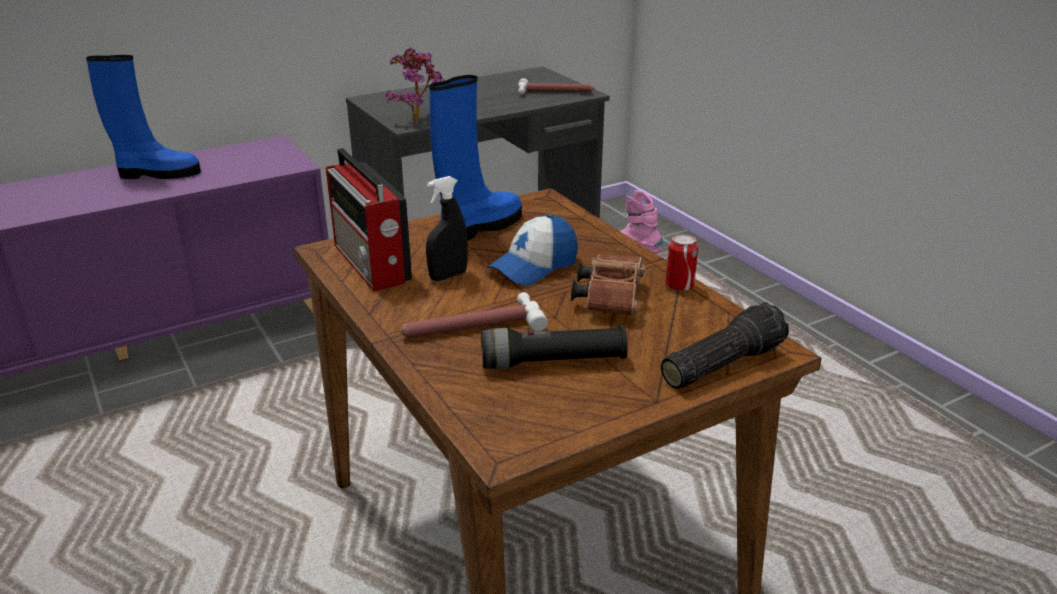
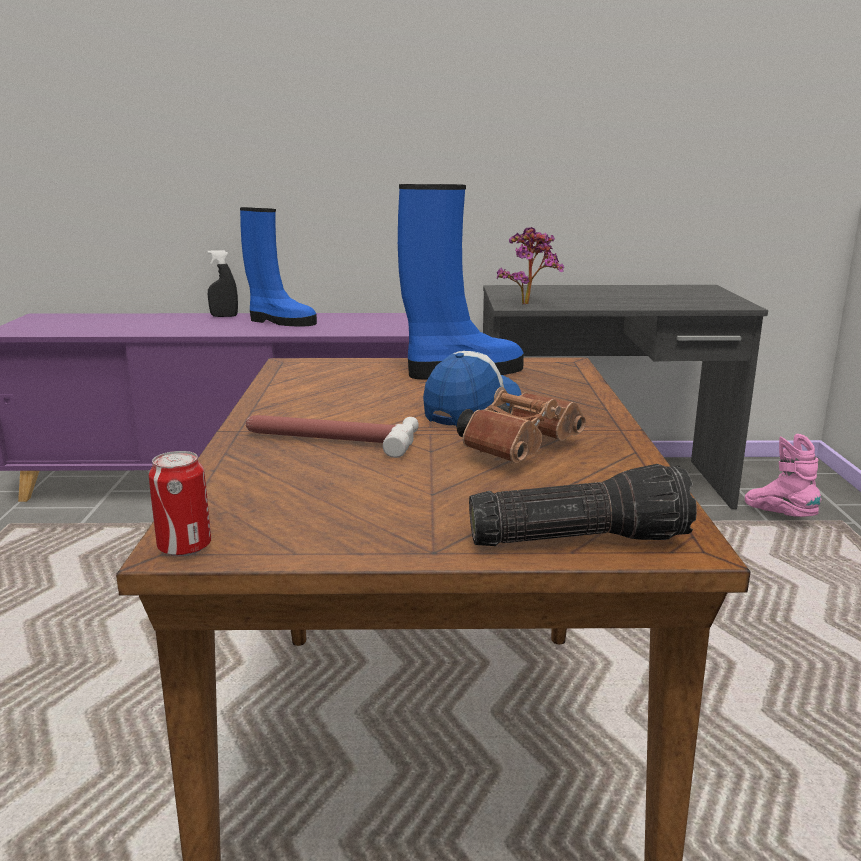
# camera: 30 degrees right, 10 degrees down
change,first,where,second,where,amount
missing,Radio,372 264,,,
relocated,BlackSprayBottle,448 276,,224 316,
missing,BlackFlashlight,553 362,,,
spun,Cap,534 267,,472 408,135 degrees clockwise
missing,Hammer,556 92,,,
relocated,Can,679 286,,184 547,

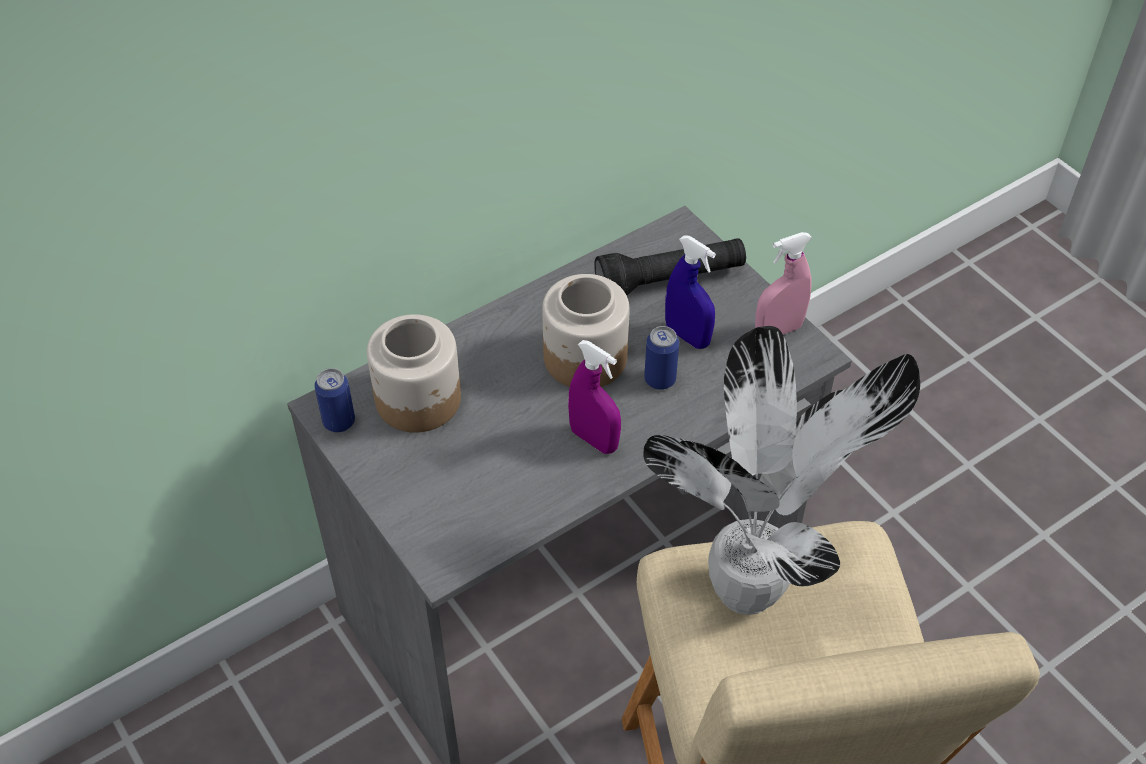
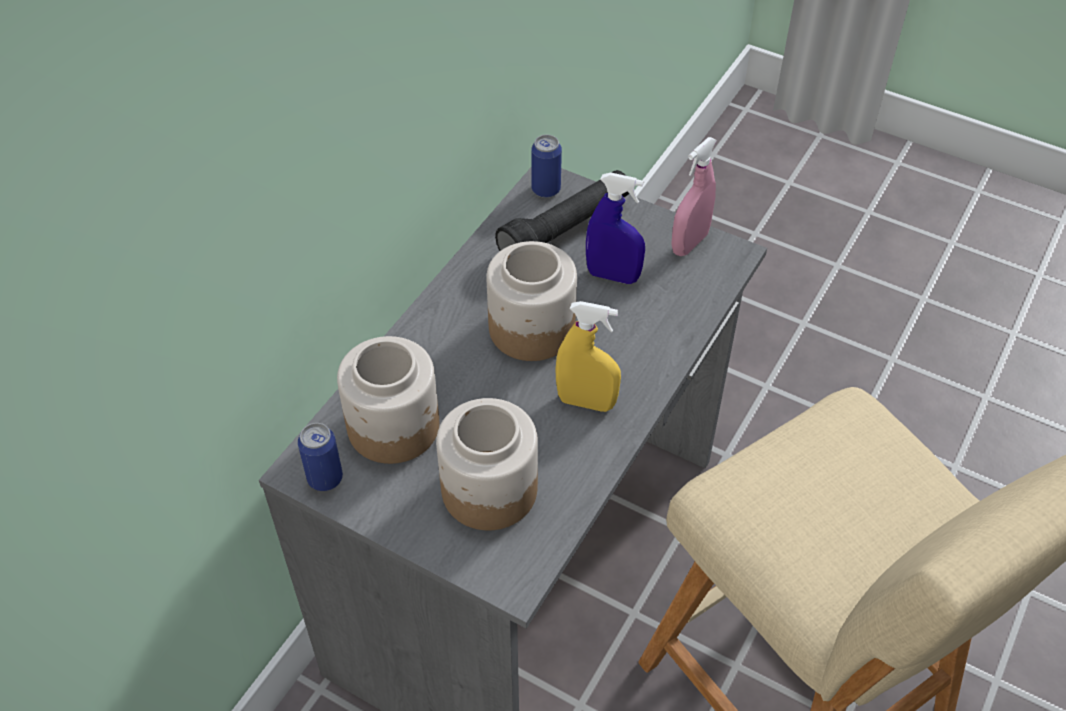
# camera: 25 degrees left, 0 degrees up
change,first,where,second,where,amount
colour,PurpleSprayBottle,594 439,YellowSprayBottle,586 402,
missing,PottedPlant,753 592,,,
relocated,Can,660 379,,546 189,
appeared,,,Jar,488 489,

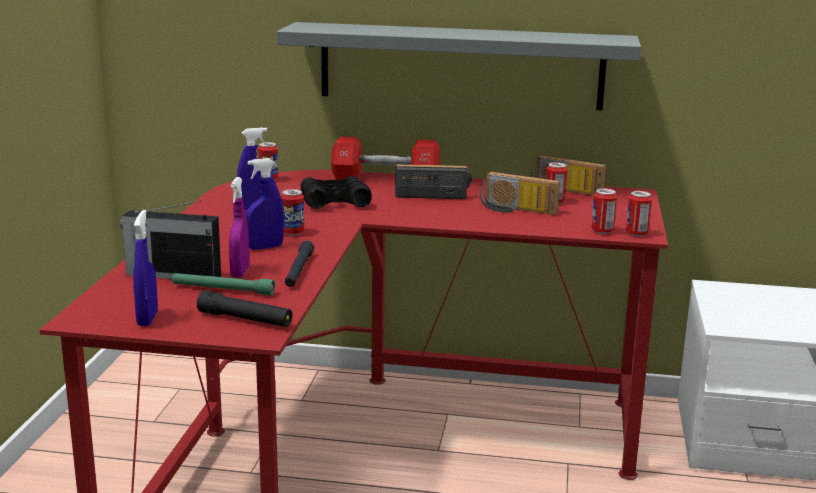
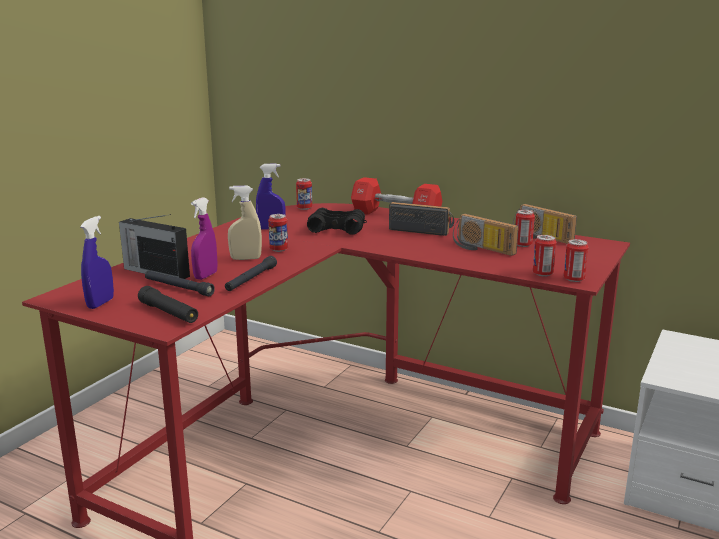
# camera: 20 degrees right, 0 degrees up
change,first,where,second,where,amount
colour,GreenFlashlight,223 290,BlackFlashlight,178 288,
colour,BlueSprayBottle,265 247,BeigeSprayBottle,245 258,
missing,GreyShelf,460 66,,,

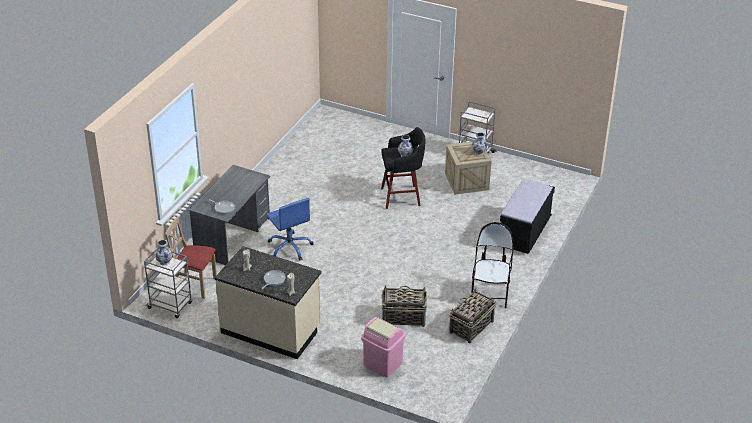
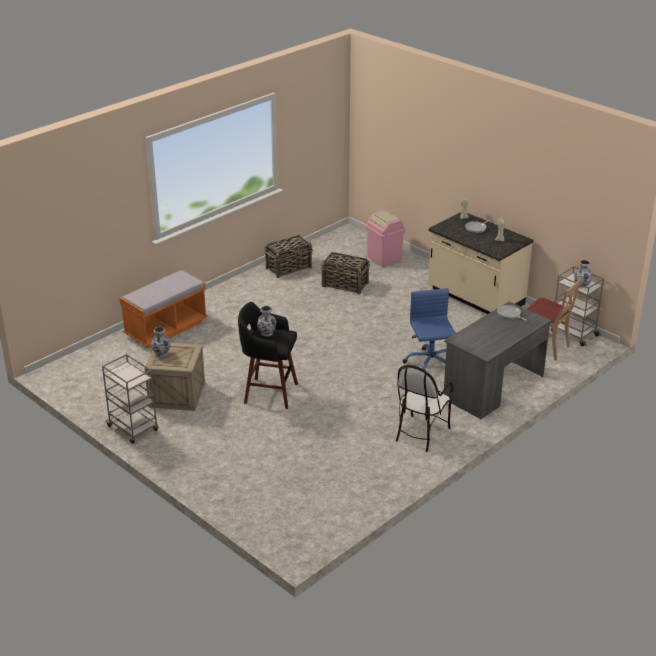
# camera: 160 degrees left, 5 degrees down
change,first,where,second,where,amount
relocated,Chair,490 294,,421 433,
colour,BlackBench,524 233,OrangeBench,166 329,

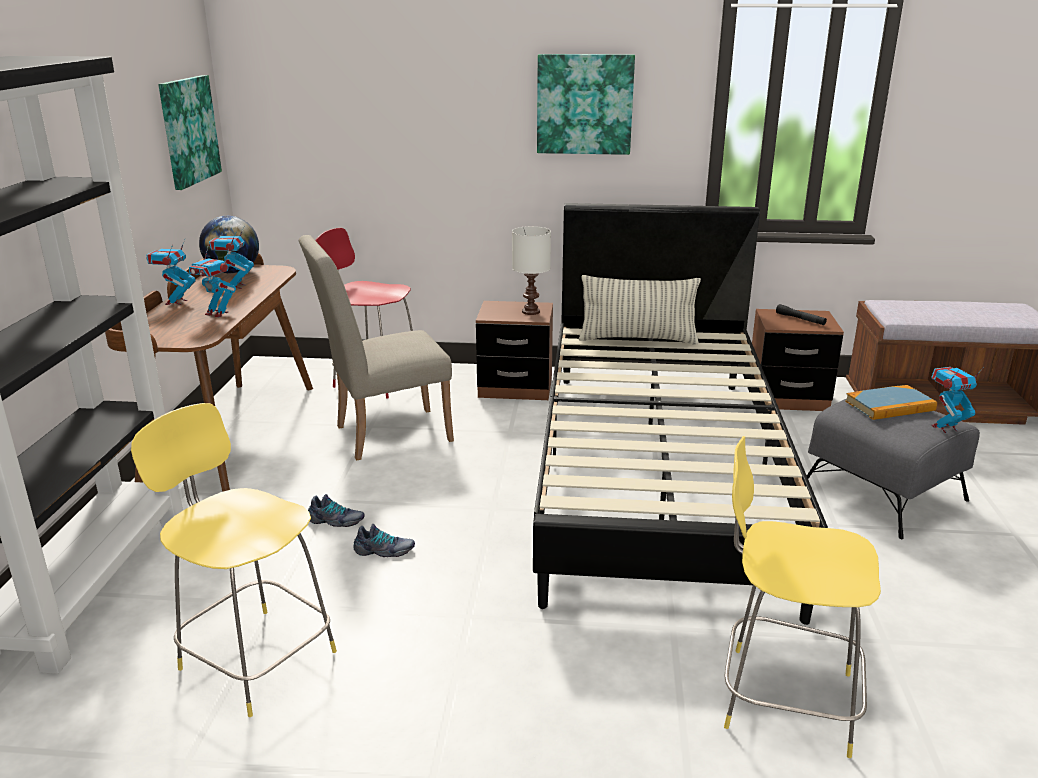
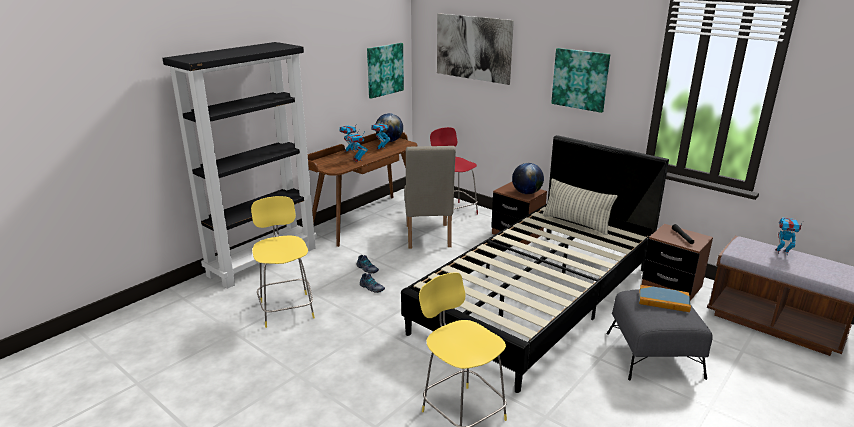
# camera: 35 degrees right, 0 degrees up
change,first,where,second,where,amount
spun,BeigeChair,384 434,,427 238,105 degrees counterclockwise
exchanged,WhiteTableLamp,530 312,Globe,526 193,
relocated,ToyRobot,945 428,,782 252,
appeared,,,Picture,473 48,

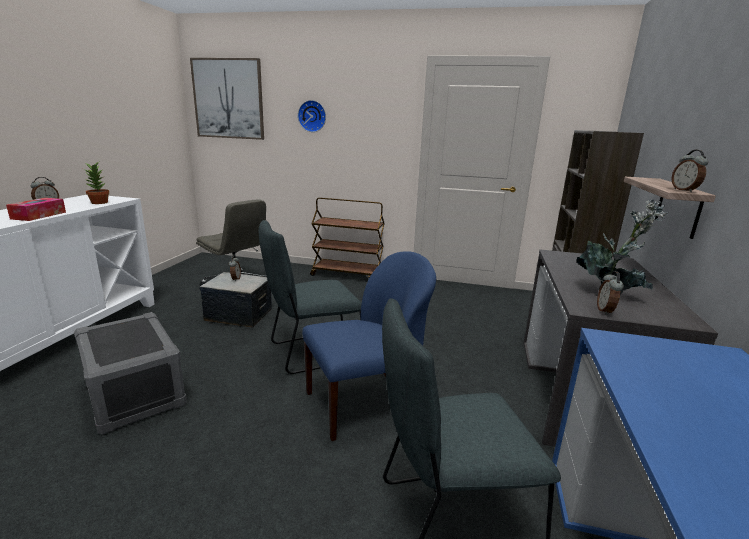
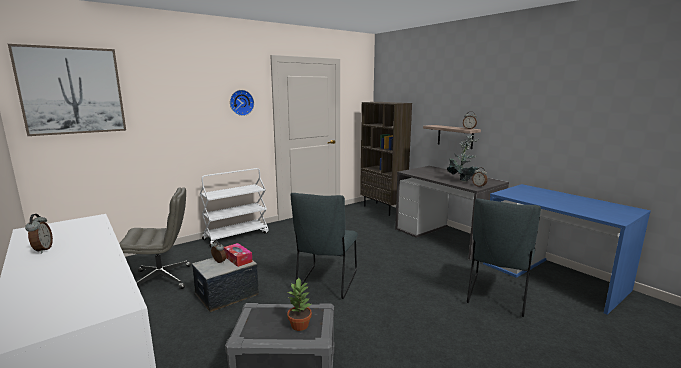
# camera: 50 degrees left, 5 degrees down
change,first,where,second,where,amount
relocated,TissueBox,39 215,,238 259,
relocated,PottedPlant,100 202,,300 325,
relocated,WallClock,312 116,,241 102,
missing,BlueChair,364 403,,,
colour,BrownCart,347 275,WhiteCart,236 236,

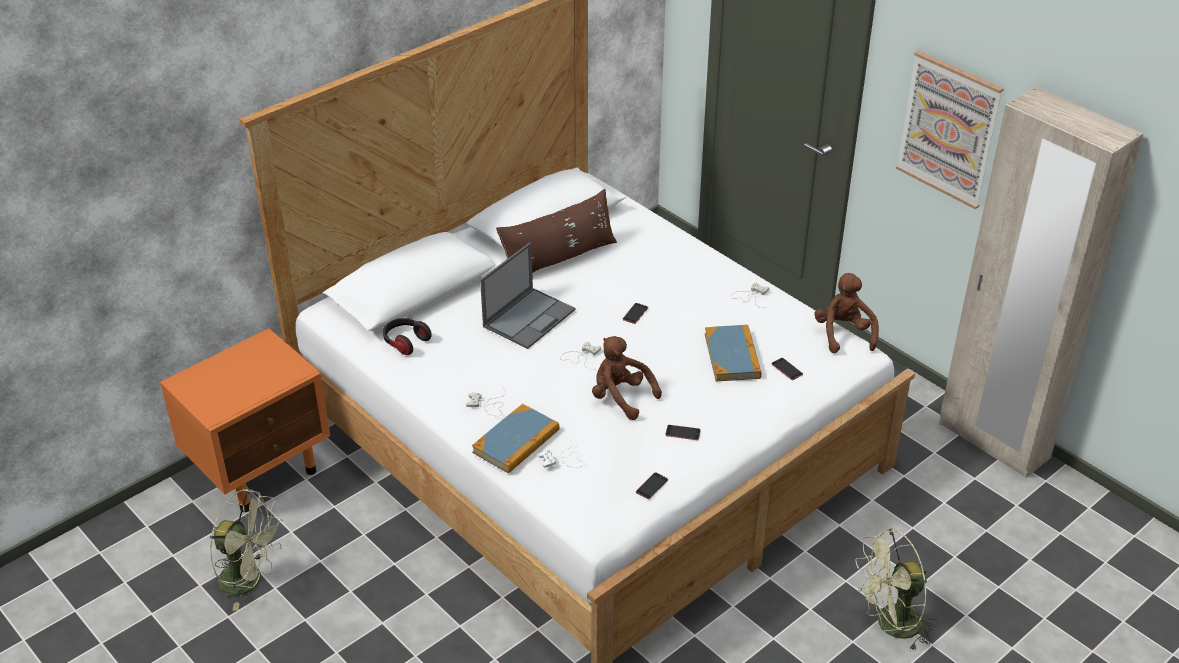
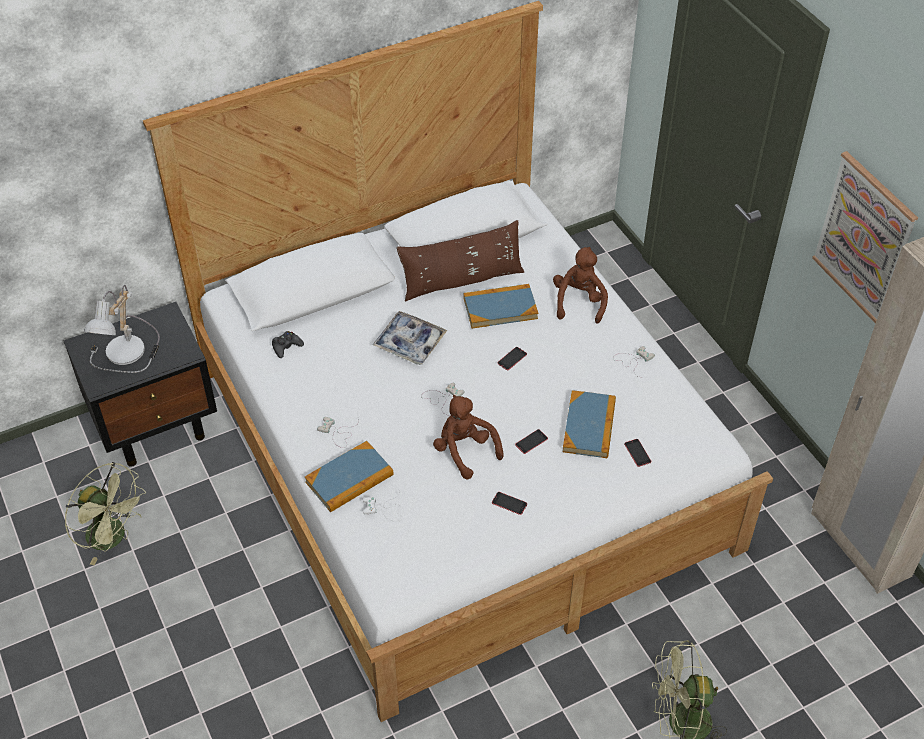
# camera: 15 degrees right, 10 degrees up
change,first,where,second,where,amount
colour,OrangeNightstand,261 469,BlackNightstand,157 425,
exchanged,Headphones,405 342,BlackGameController,286 347,
exchanged,Laptop,529 317,Tray,410 343,
relocated,Phone,652 486,,531 441,
relocated,BrownPlushToy,843 334,,579 301,
appeared,,,TableLamp,128 353,
appeared,,,Book,500 308,

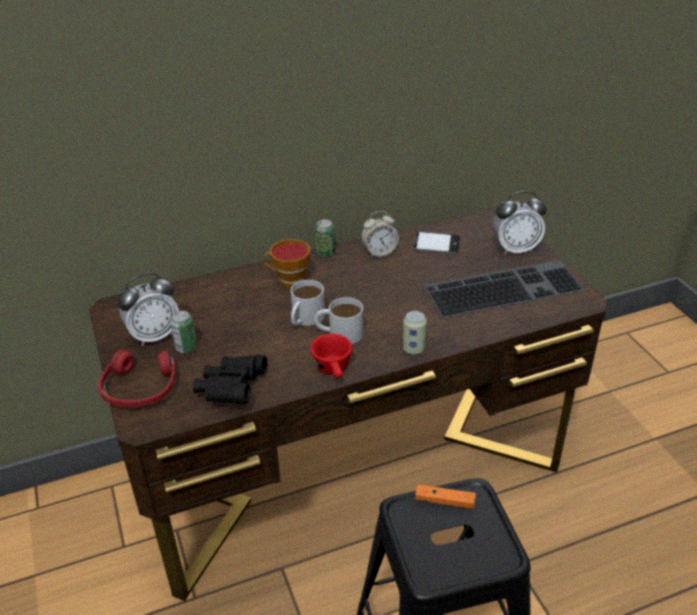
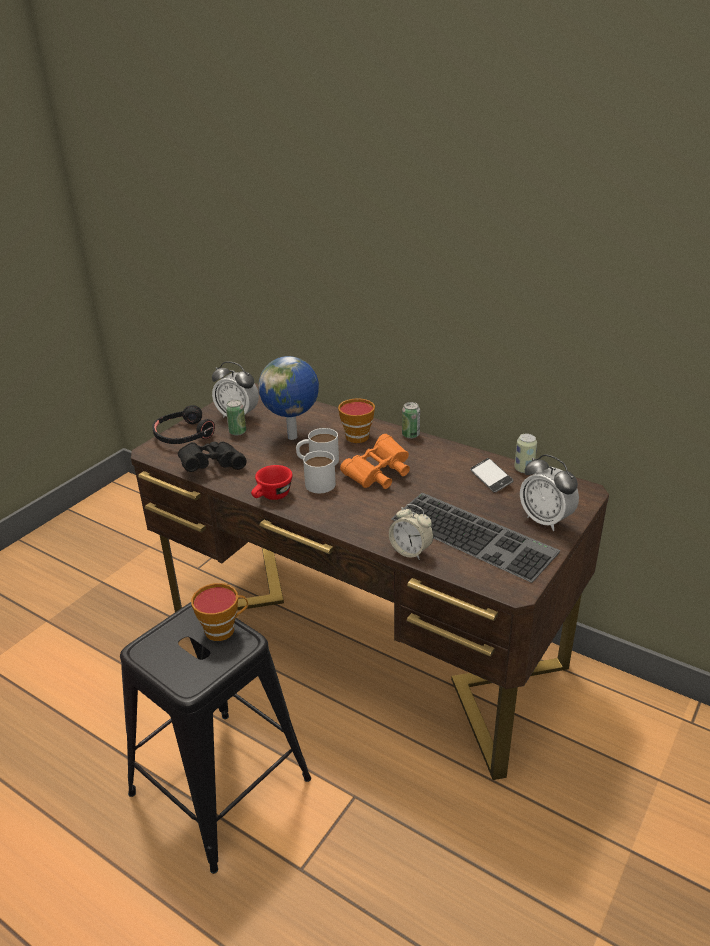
# camera: 55 degrees right, 5 degrees down
change,first,where,second,where,amount
colour,RedHeadphones,140 388,BlackHeadphones,183 435,
relocated,AlarmClock,379 252,,410 551,
relocated,Can,413 349,,524 469,
exchanged,OrangeGameController,445 501,Cup,223 629,
appeared,,,Globe,293 437,
appeared,,,OrangeBinoculars,378 475,

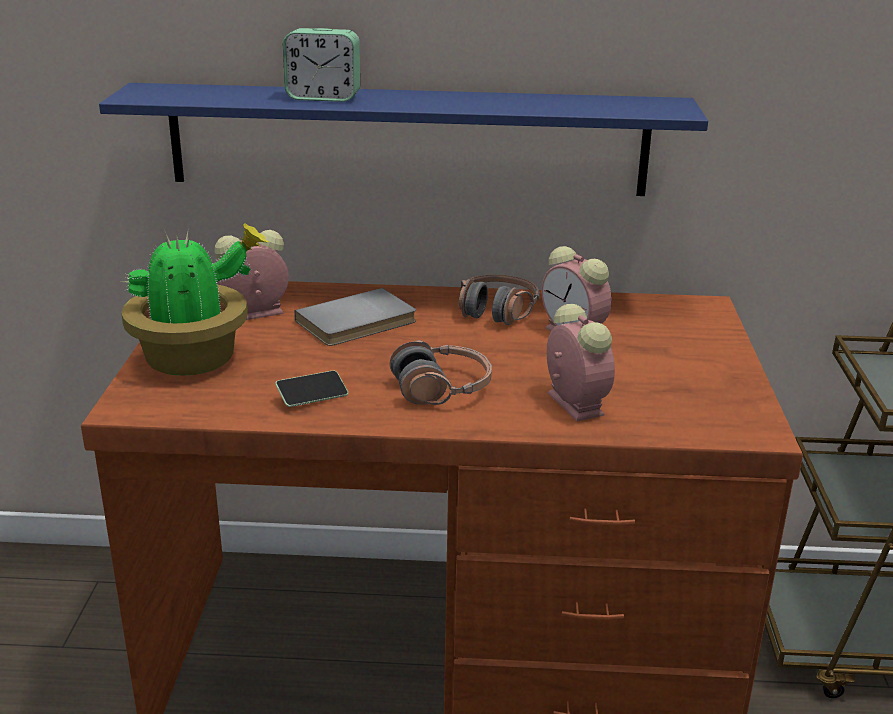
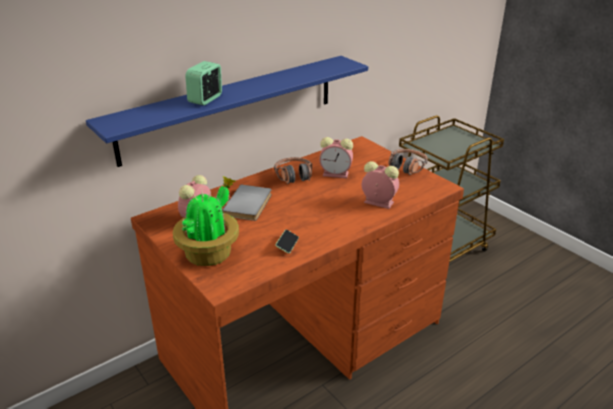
# camera: 40 degrees left, 5 degrees up
change,first,where,second,where,amount
spun,AlarmClock,323 97,,206 99,150 degrees clockwise
relocated,Headphones,442 389,,406 167,

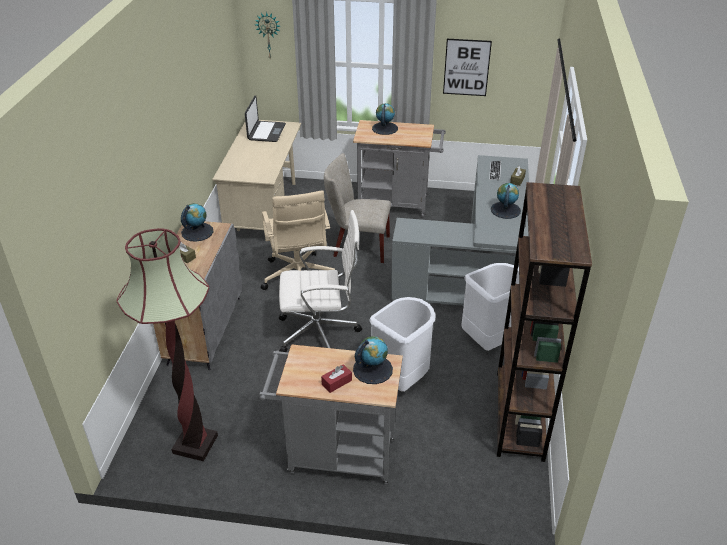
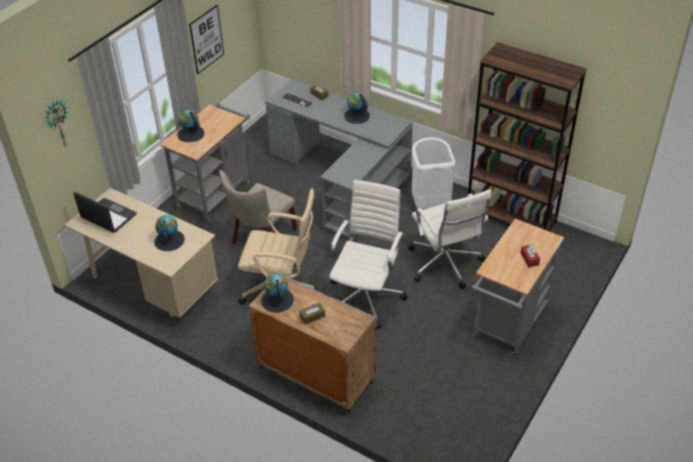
# camera: 65 degrees left, 5 degrees up
change,first,where,second,where,amount
missing,FloorLamp,195 444,,,
relocated,Globe,372 369,,169 240,
exchanged,WhiteTrashCan,401 378,WhiteOfficeChair,445 265,

